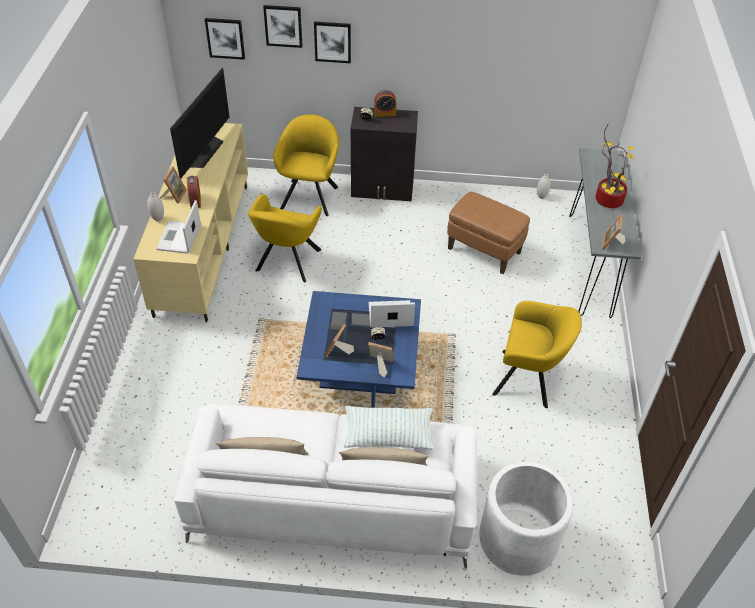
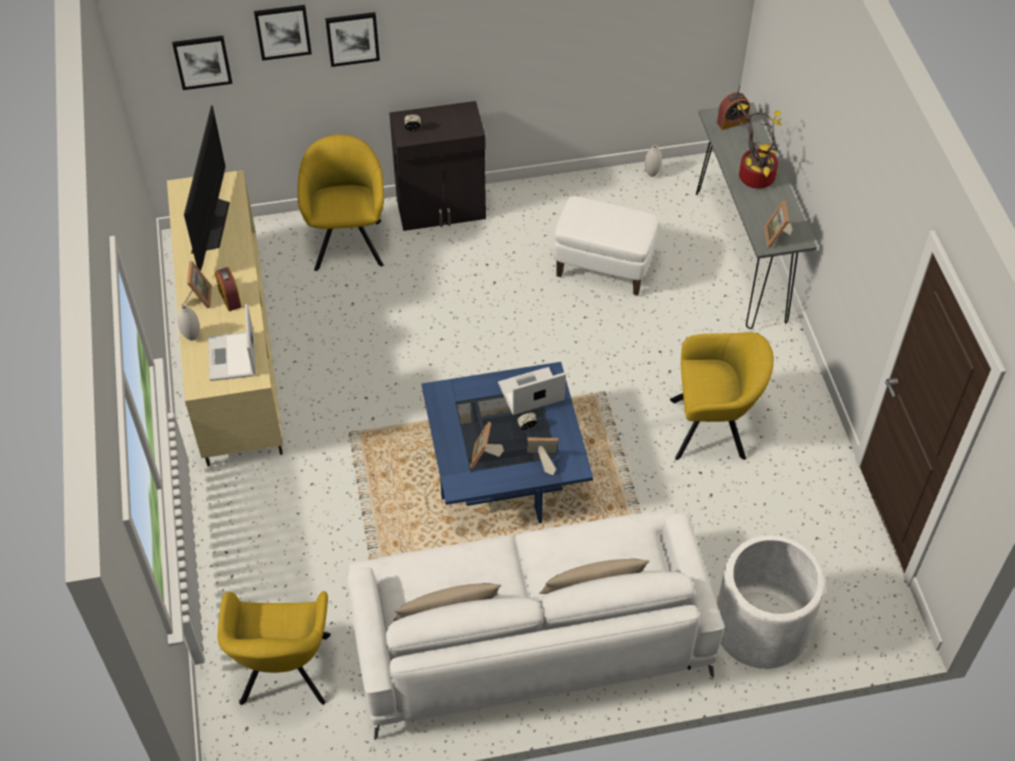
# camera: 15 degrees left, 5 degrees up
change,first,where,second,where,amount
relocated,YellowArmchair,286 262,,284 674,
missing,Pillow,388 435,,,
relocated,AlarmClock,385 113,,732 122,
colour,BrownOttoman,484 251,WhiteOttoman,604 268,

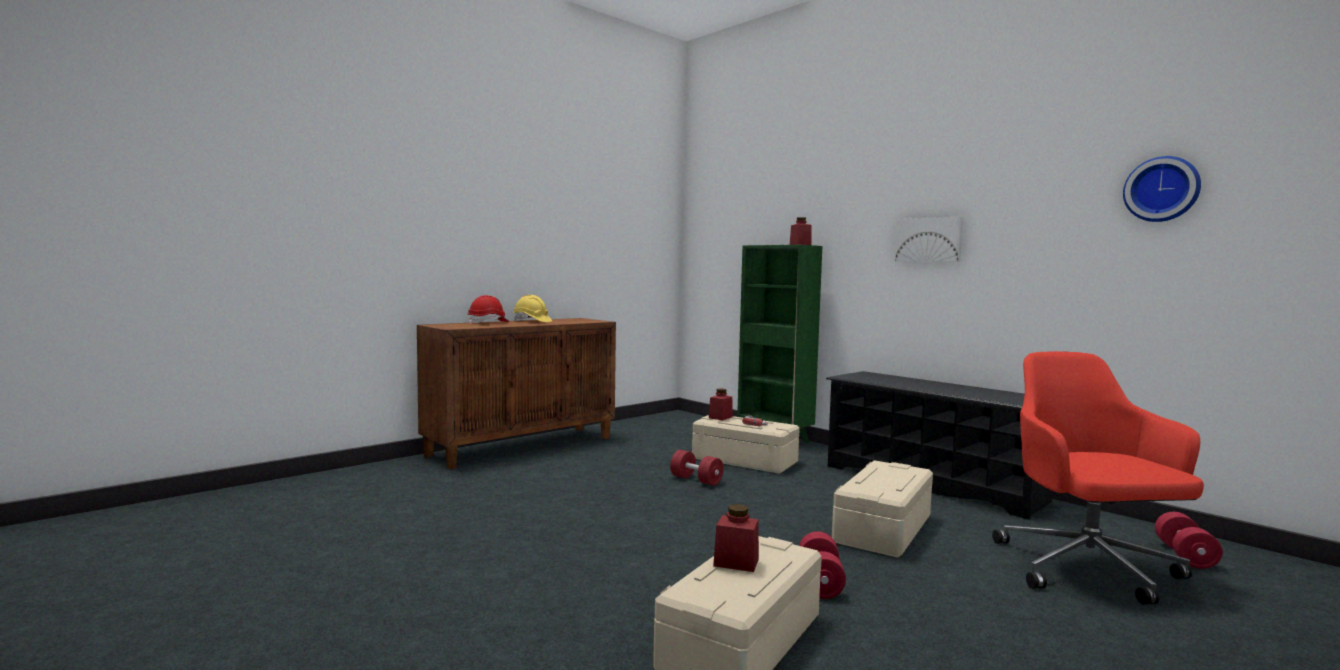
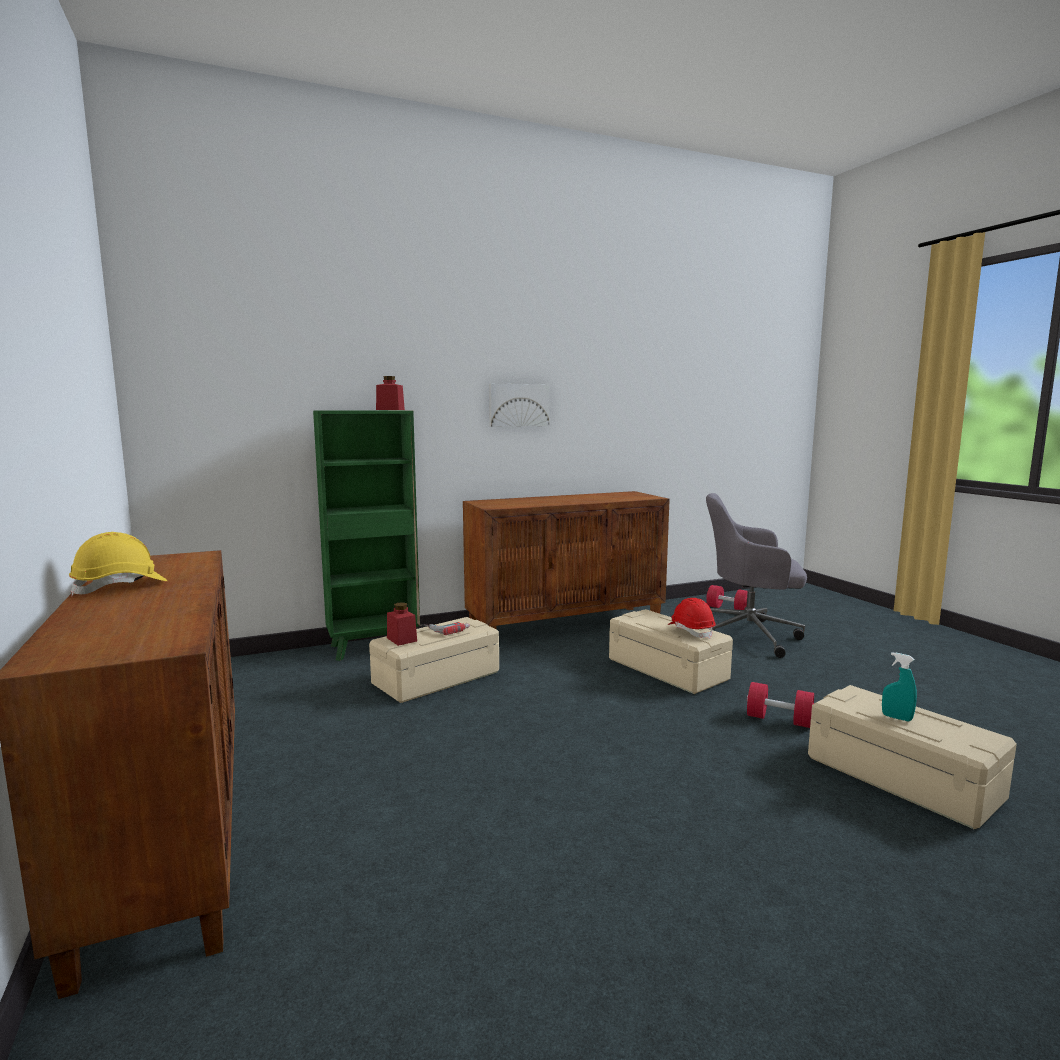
# camera: 70 degrees left, 5 degrees up
change,first,where,second,where,amount
relocated,RedHardHat,488 323,,691 631,
missing,RedDumbbell,696 480,,,
exchanged,RedJar,736 562,TurquoiseSprayBottle,897 718,
exchanged,BlackShoeRack,933 483,BrownCabinet,566 625,
colour,RedOfficeChair,1088 570,GreyOfficeChair,750 635,
missing,WallClock,1162 189,,,

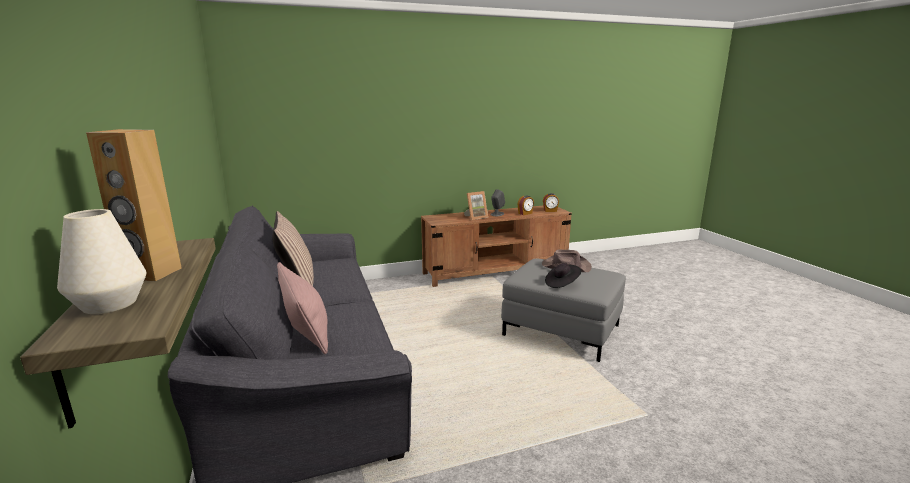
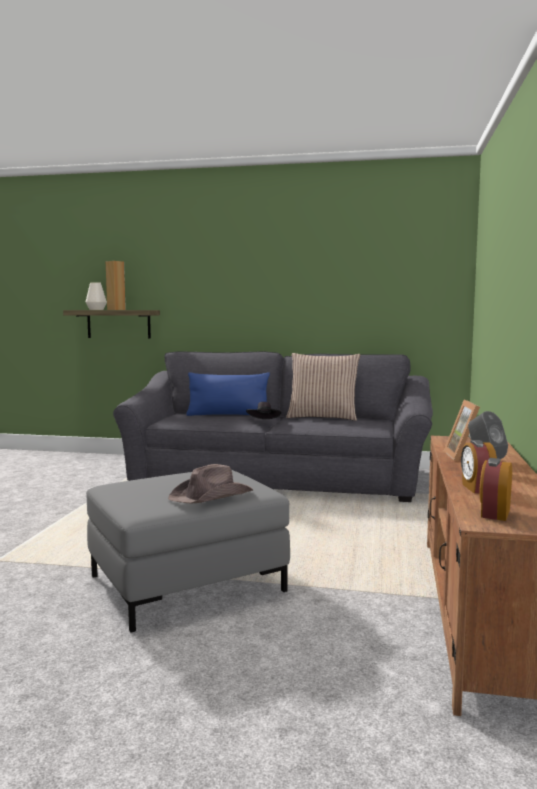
# camera: 120 degrees right, 10 degrees down
change,first,where,second,where,amount
colour,PinkPillow,305 330,BluePillow,228 415,
relocated,BlackHat,562 284,,264 422,

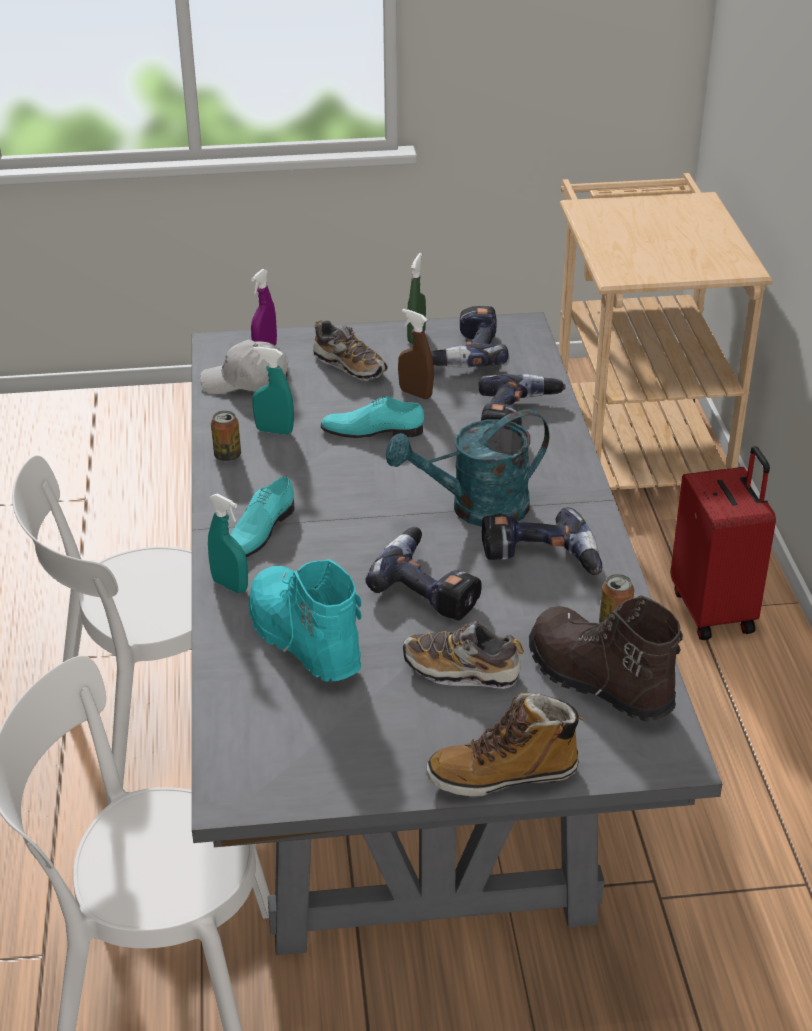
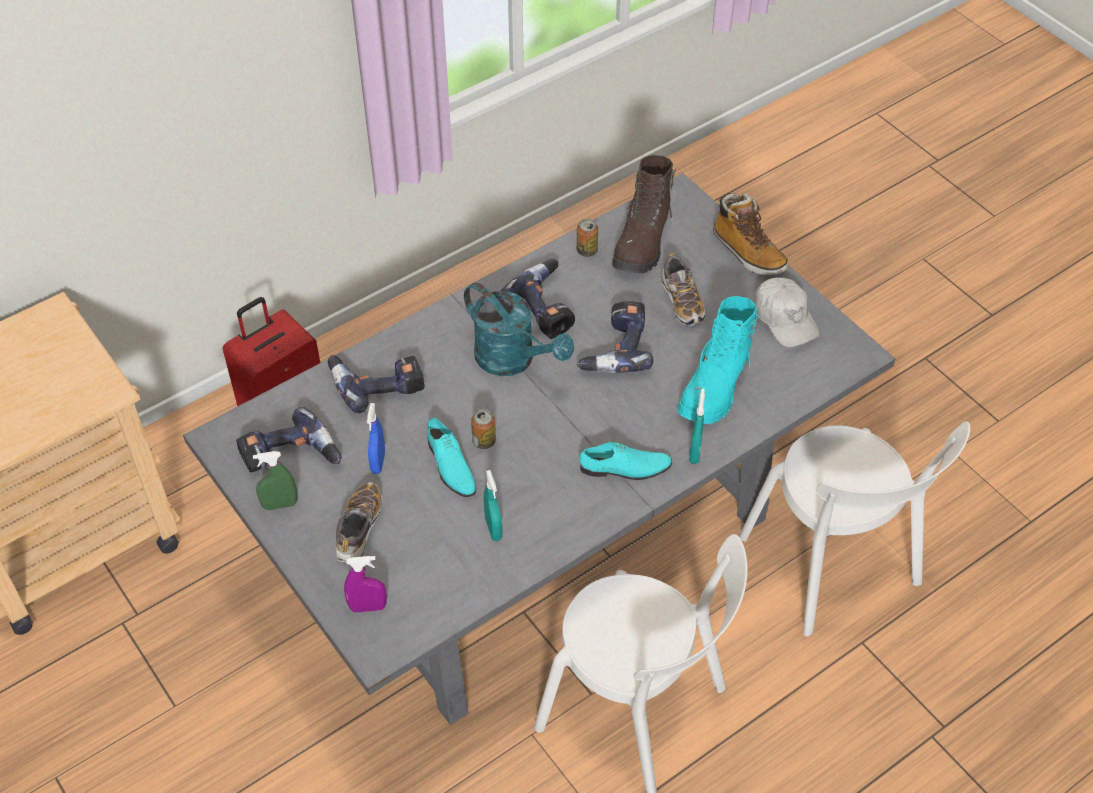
# camera: 120 degrees left, 15 degrees up
change,first,where,second,where,amount
relocated,WhiteCap,246 382,,785 318,
relocated,Can,227 456,,484 441,
colour,BrownSprayBottle,415 393,BlueSprayBottle,378 462,

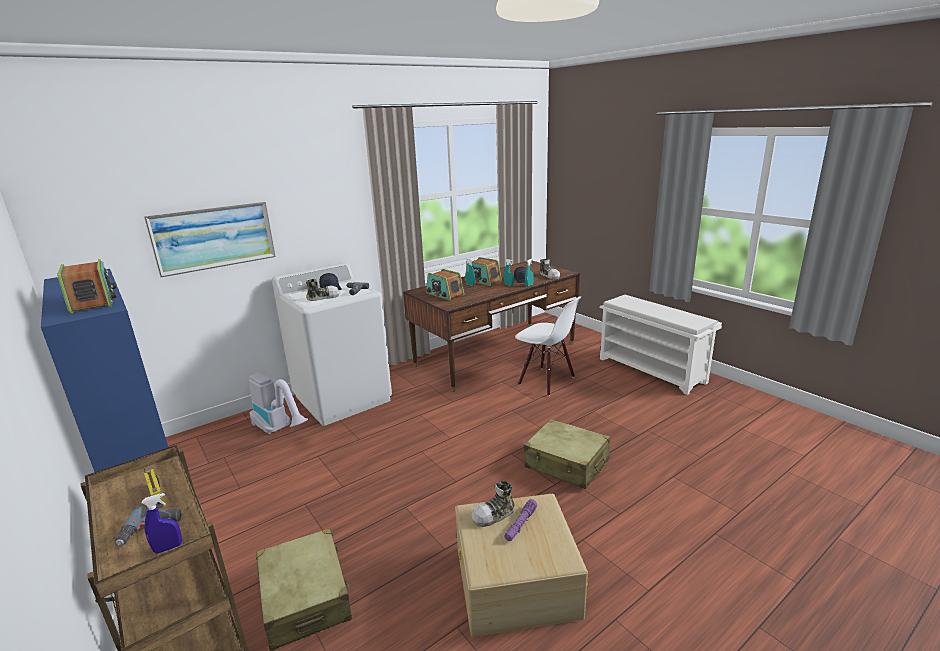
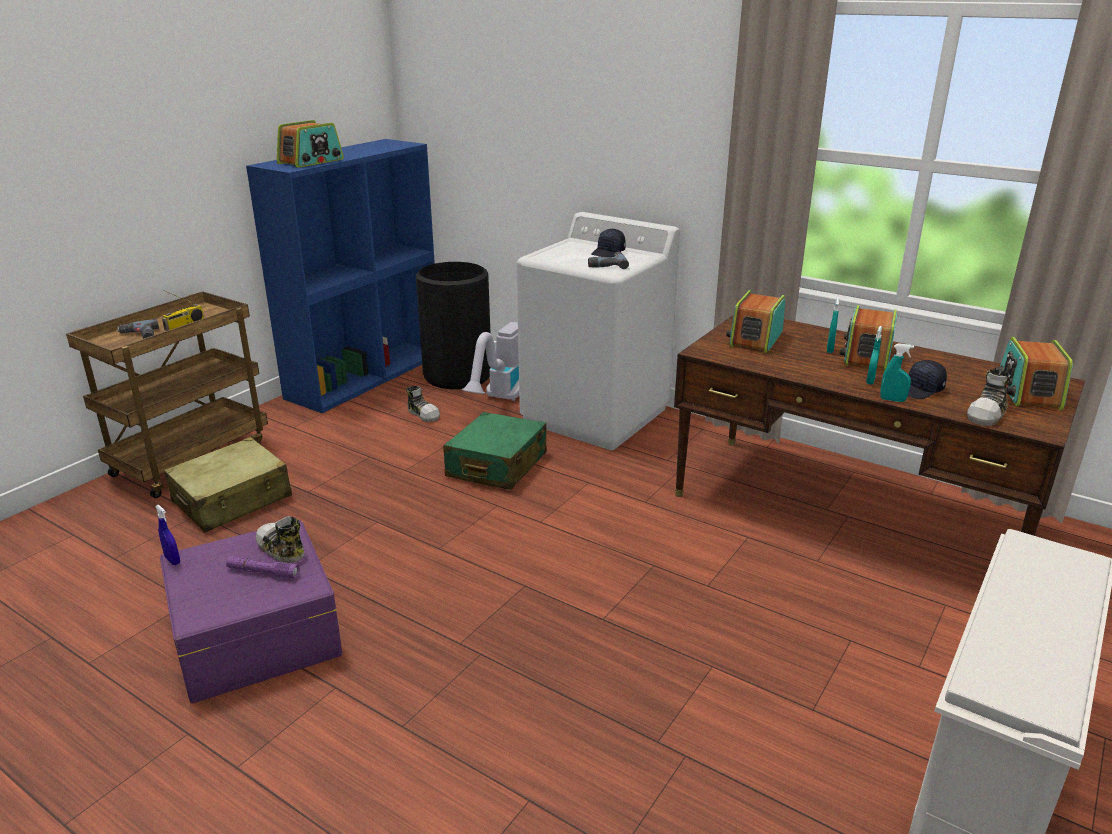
# camera: 70 degrees right, 5 degrees up
change,first,where,second,where,amount
relocated,BlueSprayBottle,168 548,,172 560,
missing,Picture,214 237,,,
relocated,Shoe,323 297,,423 414,
colour,BeigeStorageBox,516 581,PurpleStorageBox,254 634,
missing,WhiteChair,546 381,,,
missing,BeigeSuitcase,567 464,,,
appeared,,,BlackTrashCan,457 375,
appeared,,,GreenSuitcase,496 465,
appeared,,,Radio,1027 392,

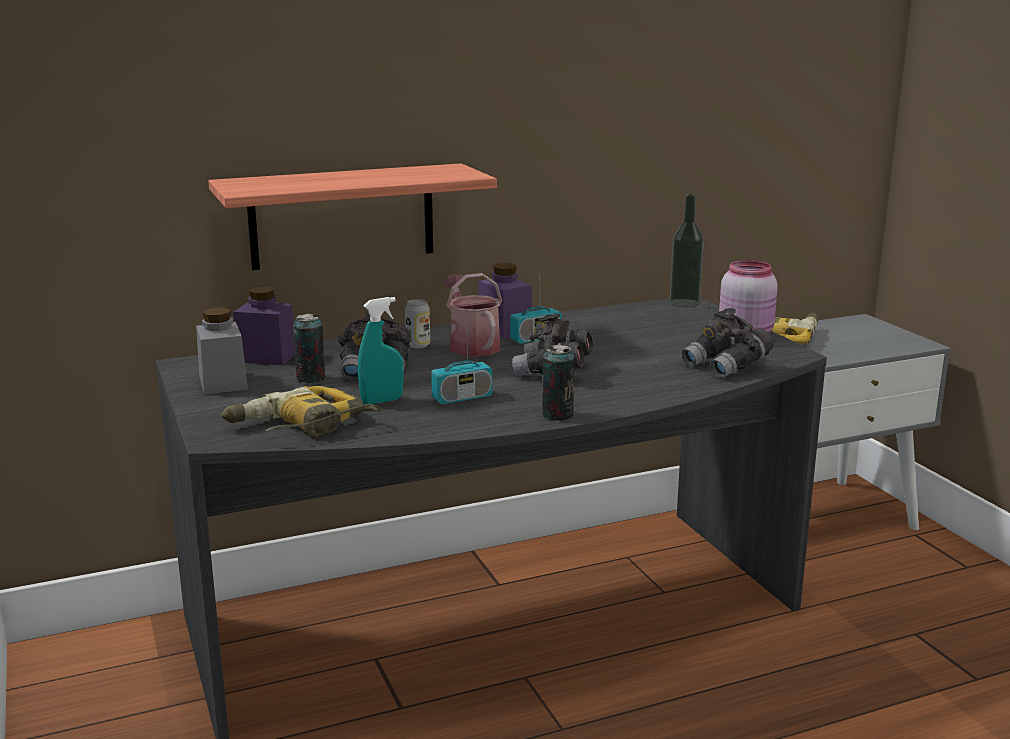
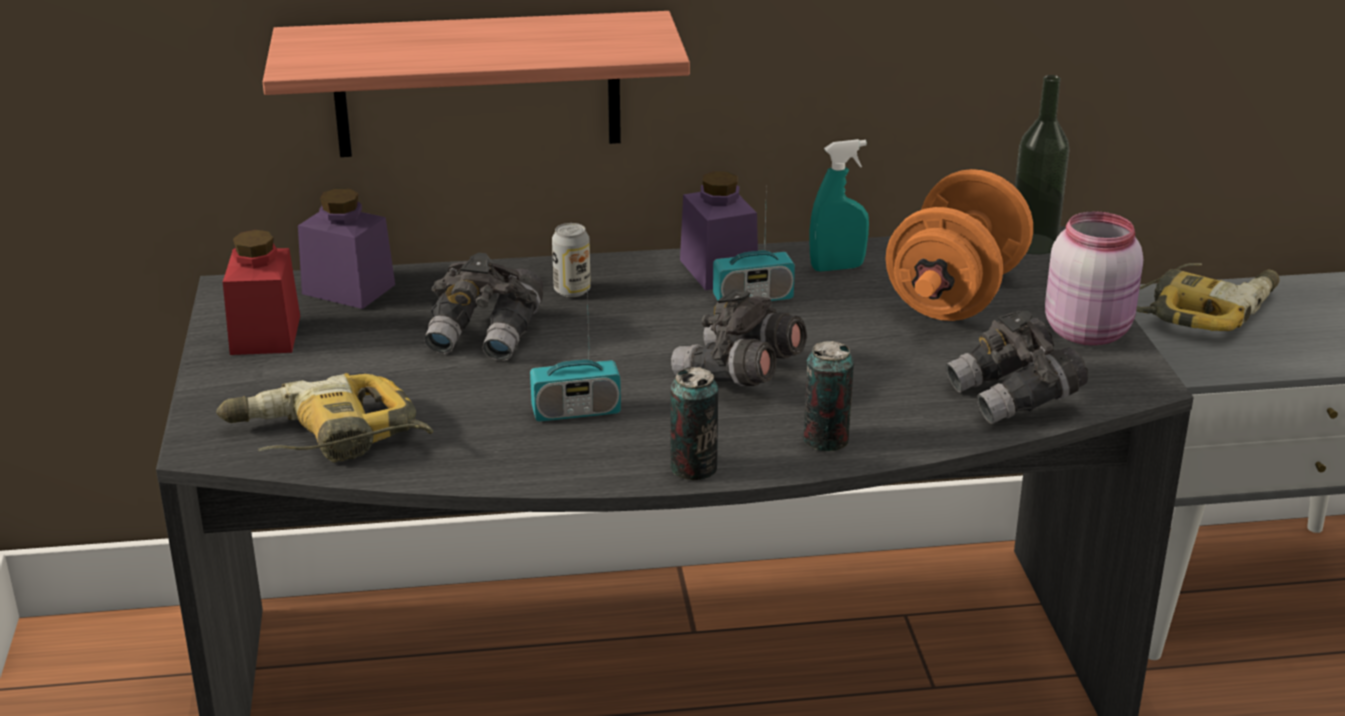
# camera: 15 degrees right, 10 degrees up
change,first,where,second,where,amount
colour,GreyJar,223 383,RedJar,265 335,
relocated,Can,311 379,,826 440,
relocated,TurquoiseSprayBottle,382 401,,837 267,
missing,WateringCan,471 345,,,
appeared,,,OrangeDumbbell,955 295,

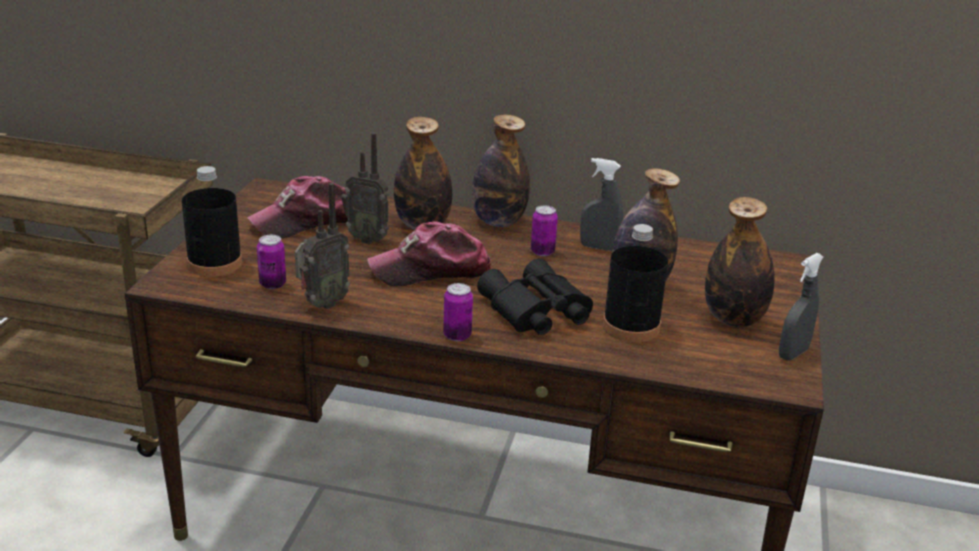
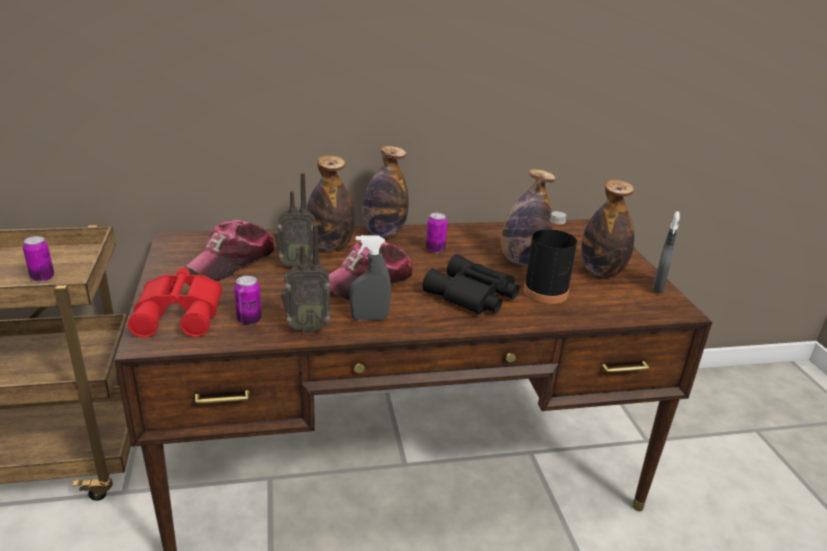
# camera: 25 degrees left, 0 degrees up
change,first,where,second,where,amount
exchanged,BlackBottle,215 263,RedBinoculars,181 313,
spun,Radio,322 304,,306 328,60 degrees clockwise
relocated,Can,457 335,,42 277,
relocated,GreySprayBottle,598 247,,369 318,

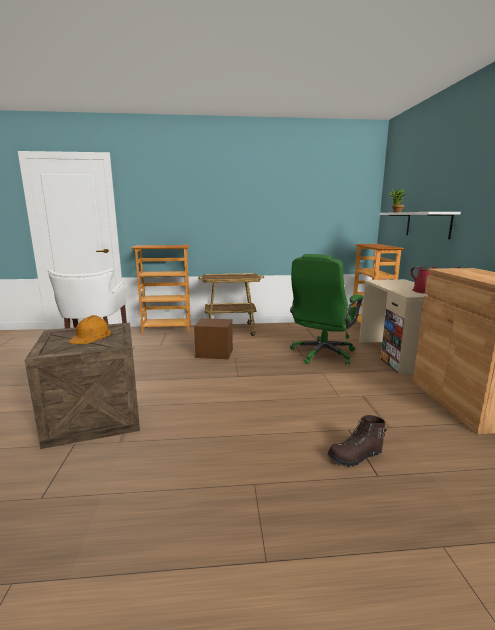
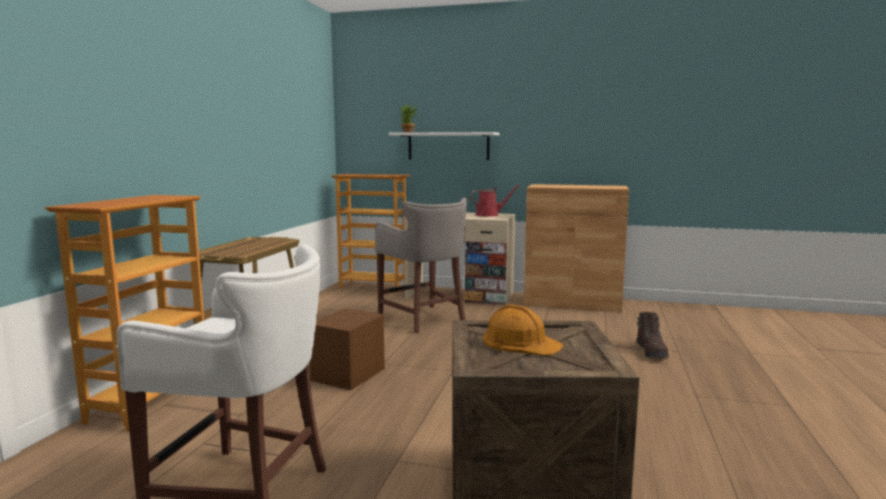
# camera: 70 degrees left, 5 degrees down
change,first,where,second,where,amount
exchanged,GreenOfficeChair,322 354,GreyStool,424 320,

